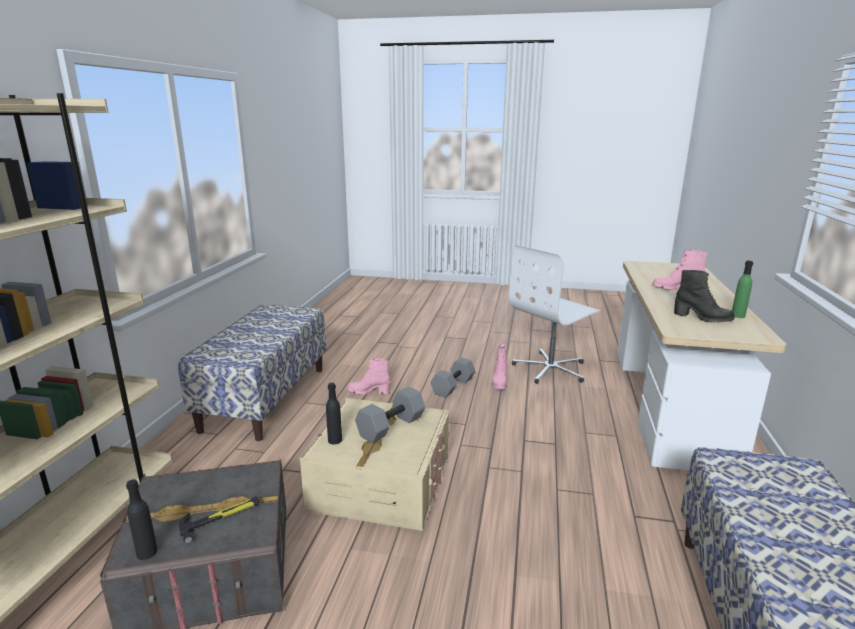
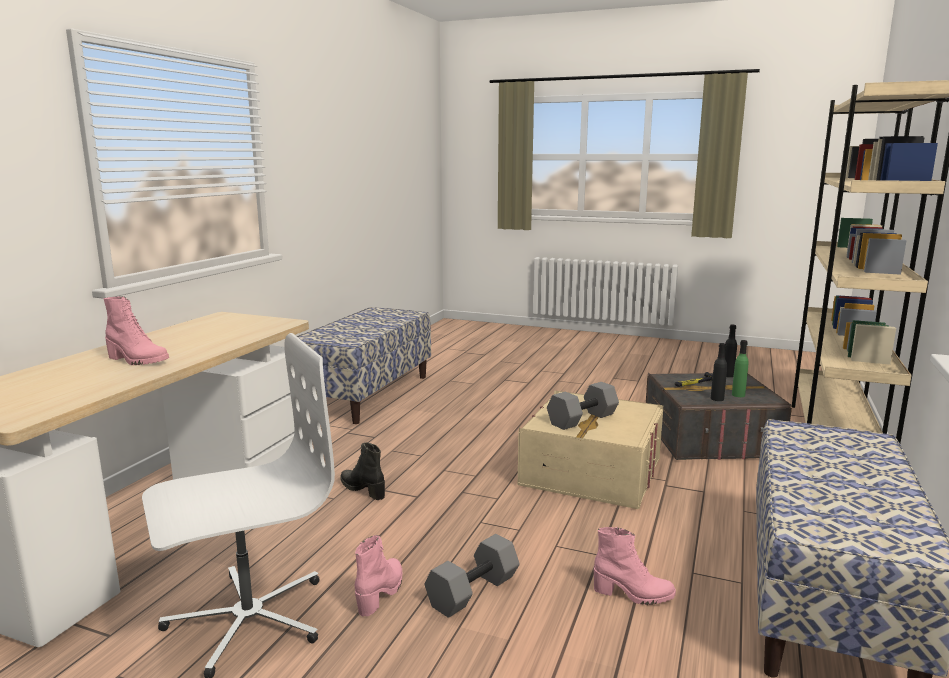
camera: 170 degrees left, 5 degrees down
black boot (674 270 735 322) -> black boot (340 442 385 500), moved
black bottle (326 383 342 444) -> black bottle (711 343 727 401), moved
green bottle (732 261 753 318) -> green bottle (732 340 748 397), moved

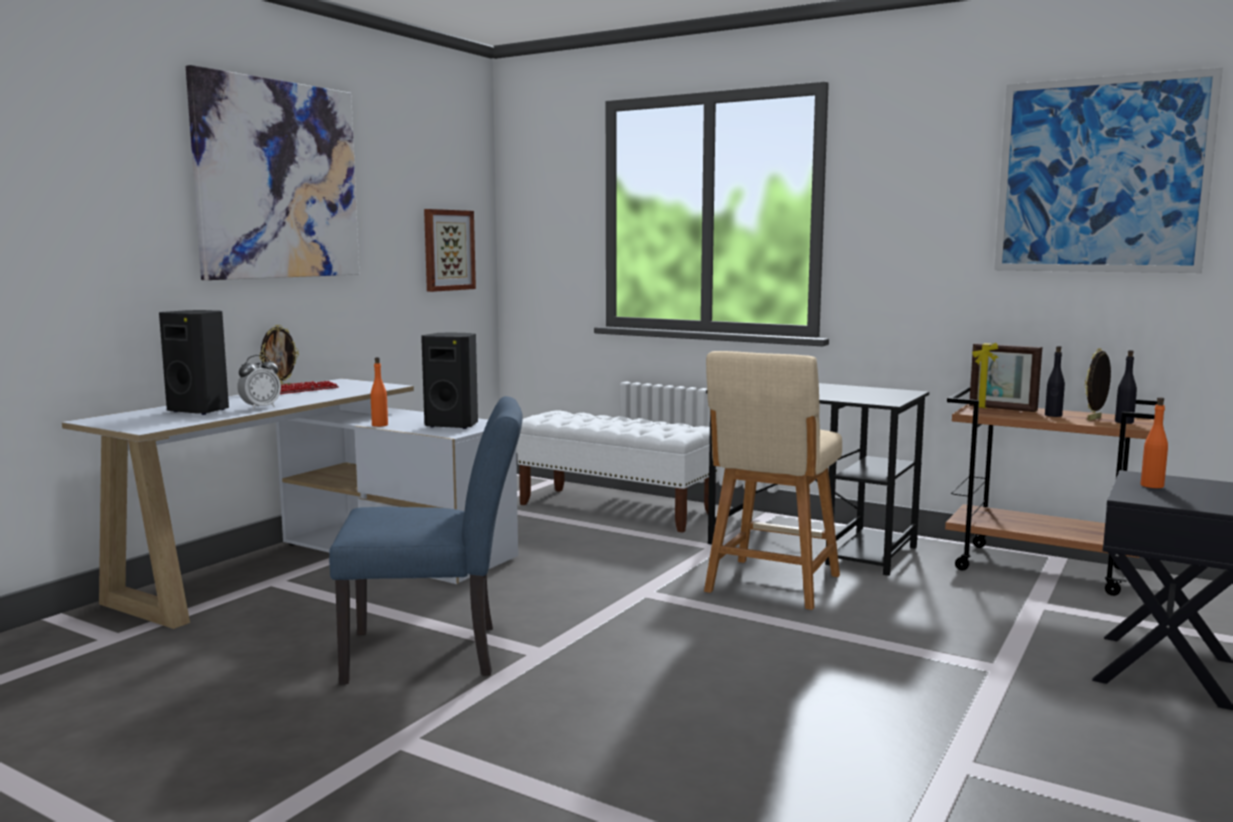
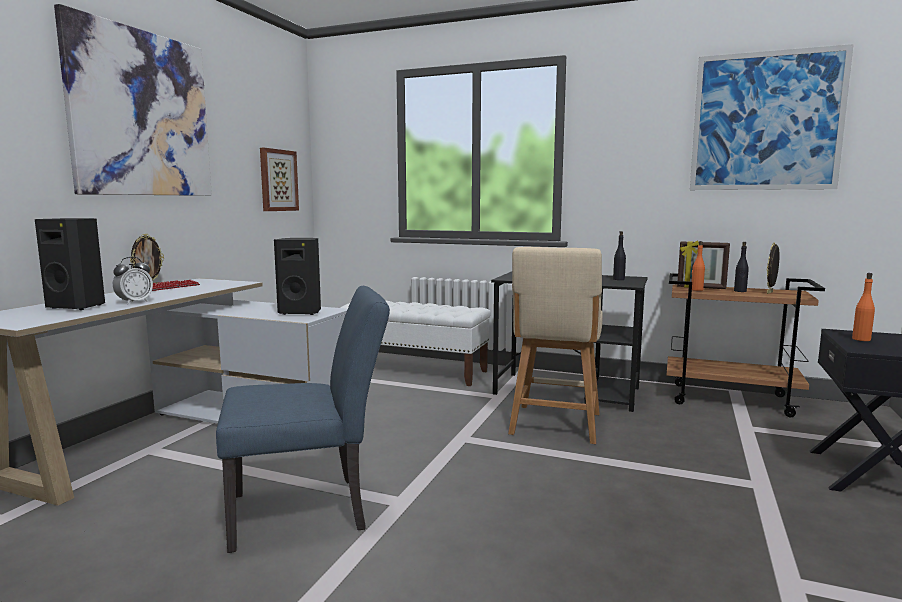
camera: 10 degrees left, 0 degrees up
black bottle (1115 350 1137 424) -> black bottle (613 231 626 280), moved
orange bottle (371 357 388 427) -> orange bottle (692 241 705 291), moved

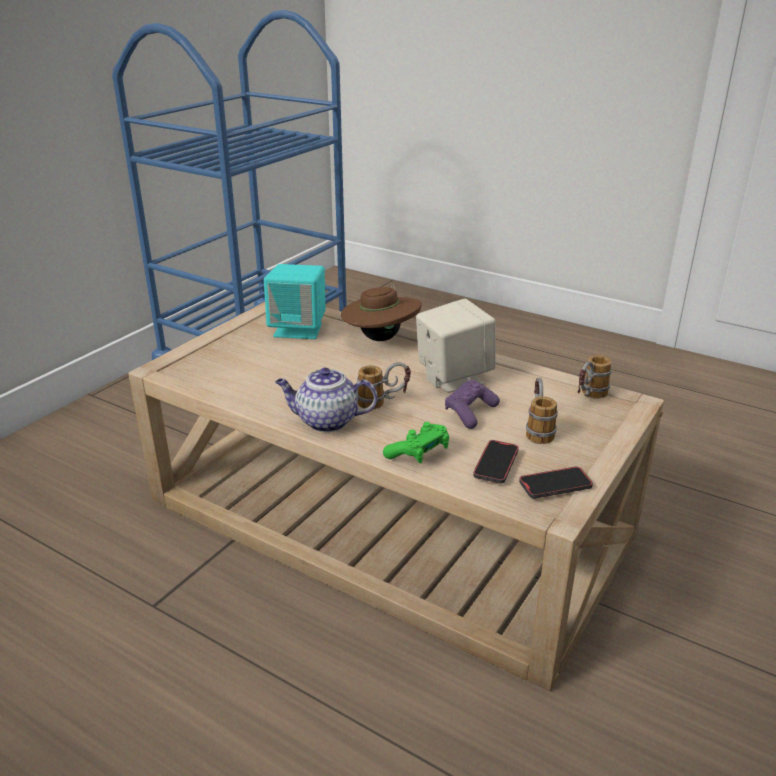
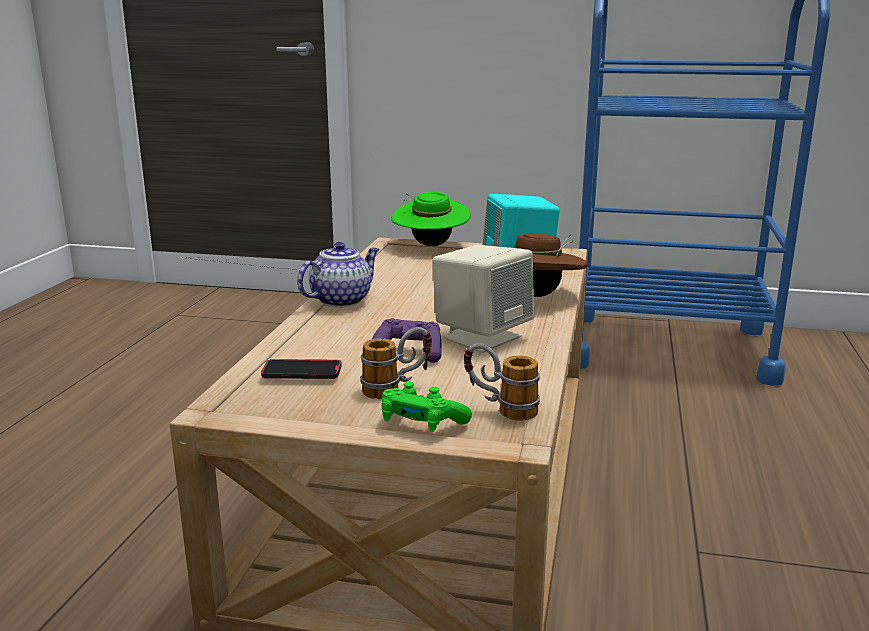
camera: 70 degrees right, 10 degrees down
teapot (275 368 378 432) -> teapot (297 242 379 307), 60 degrees clockwise
green game controller (383 422 449 463) -> green game controller (382 381 472 432), moved
none -> green hat (391 192 471 246)
mug (357 362 411 410) -> none
phone (519 467 593 499) -> none

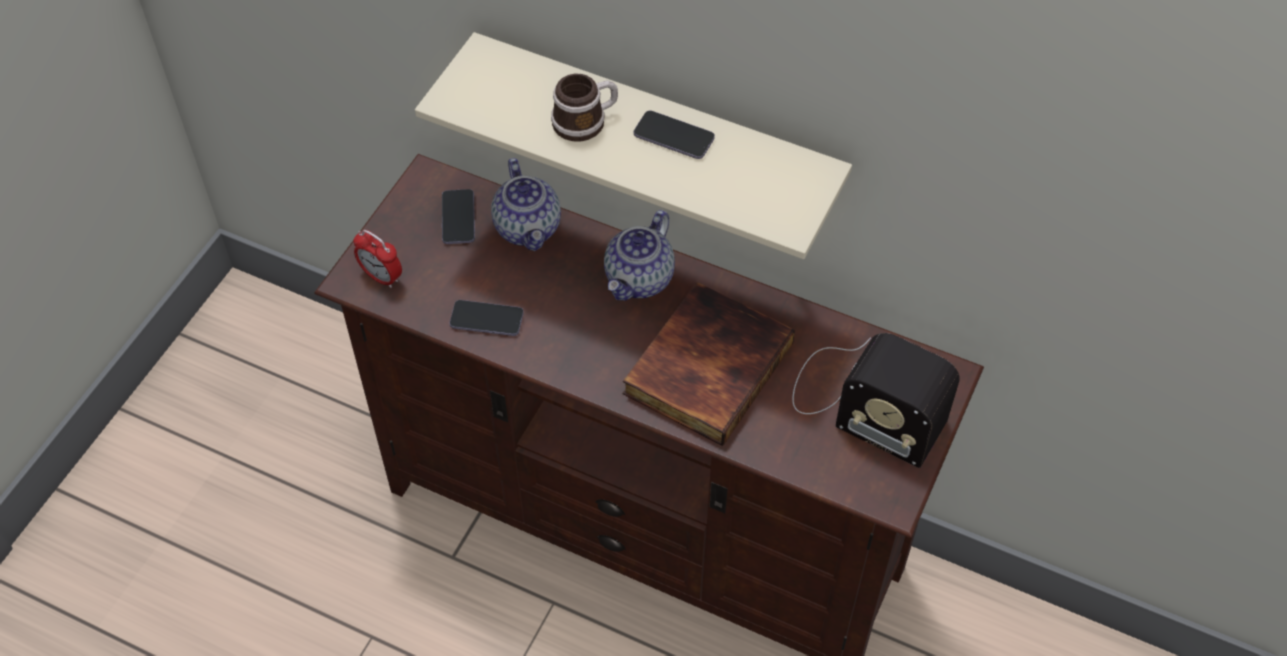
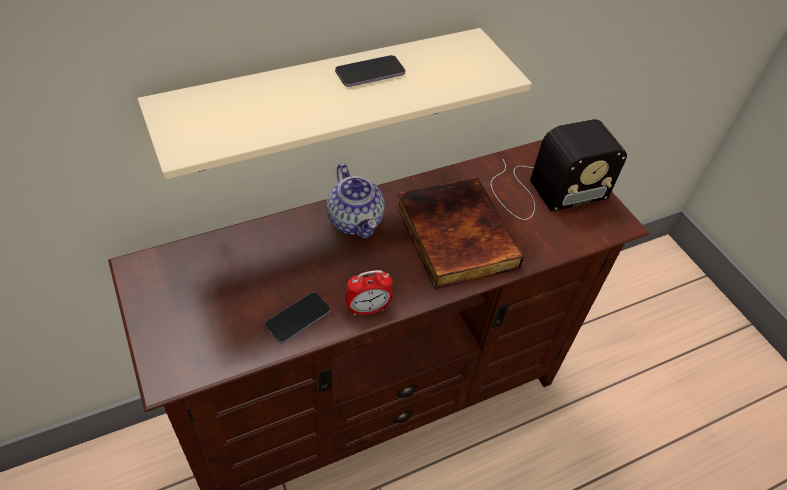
camera: 55 degrees left, 5 degrees down
alarm clock (353 230 402 288) -> alarm clock (345 270 393 316), moved
phone (442 189 475 244) -> none
teapot (491 158 561 251) -> none
mug (551 74 618 141) -> none

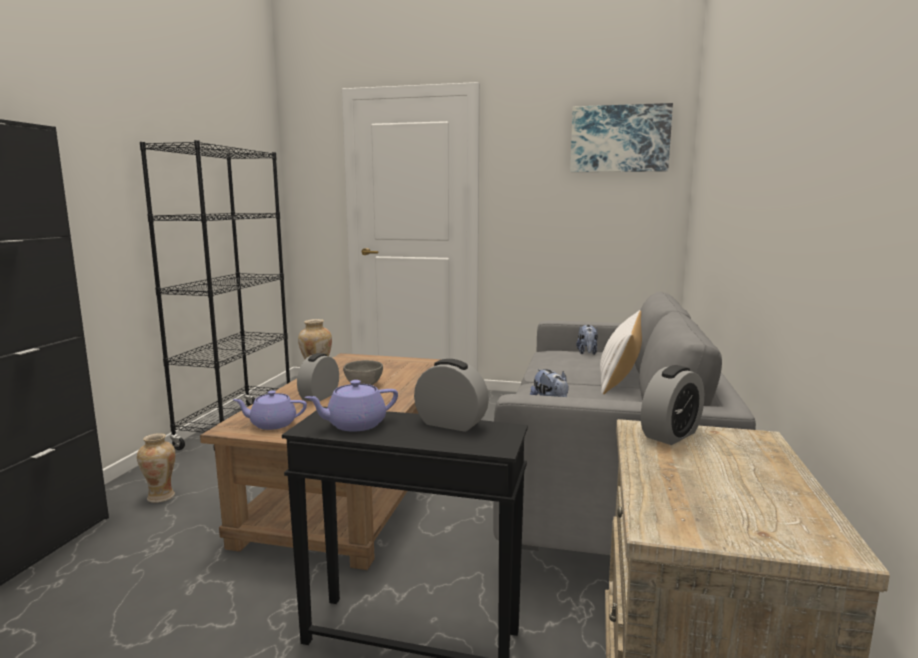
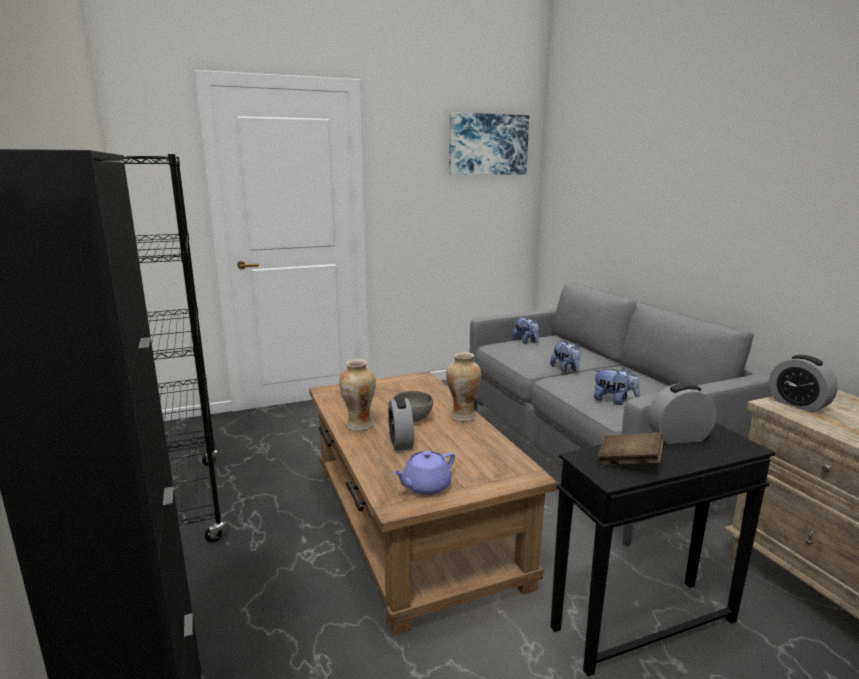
camera: 35 degrees left, 5 degrees up
vase (137 433 176 503) -> vase (446 352 481 422), moved
none -> plush toy (550 341 581 373)
purple teapot (305 380 398 432) -> brown book (598 432 663 465)
alarm clock (641 365 704 445) -> alarm clock (769 355 838 413), 135 degrees clockwise
white pillow (600 310 642 394) -> none

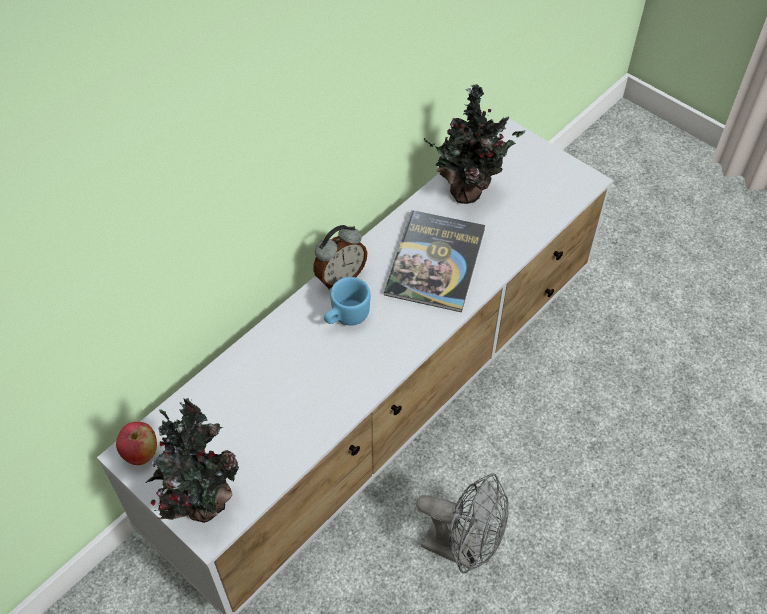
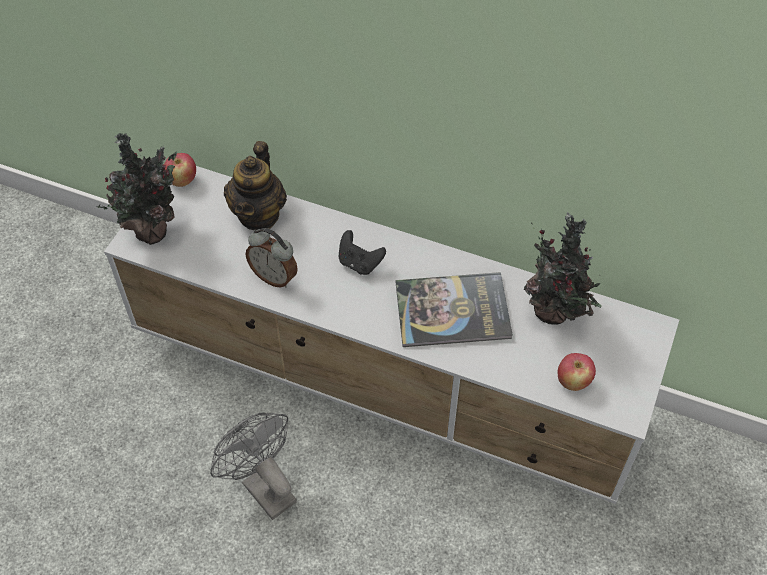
camera: 70 degrees right, 0 degrees up
grey fan (416 473 508 574) -> grey fan (210 412 297 520), 135 degrees clockwise
none -> teapot (224 141 287 230)
alarm clock (313 225 367 290) -> alarm clock (246 228 298 288), moved
blue mug (324 277 370 326) -> black game controller (339 230 386 275)
none -> apple (558 353 596 391)

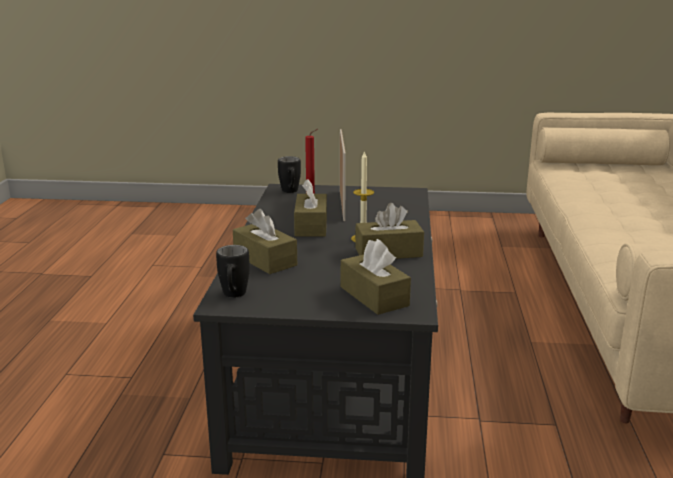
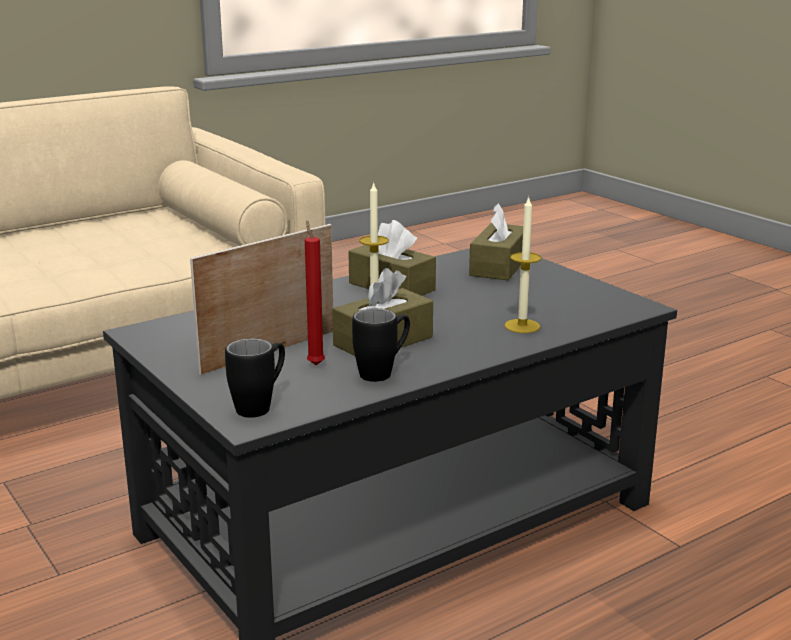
camera: 130 degrees left, 0 degrees up
black mug (216 245 250 298) -> black mug (352 308 410 382), moved
brown tissue box (233 209 297 274) -> candle (504 196 541 333)

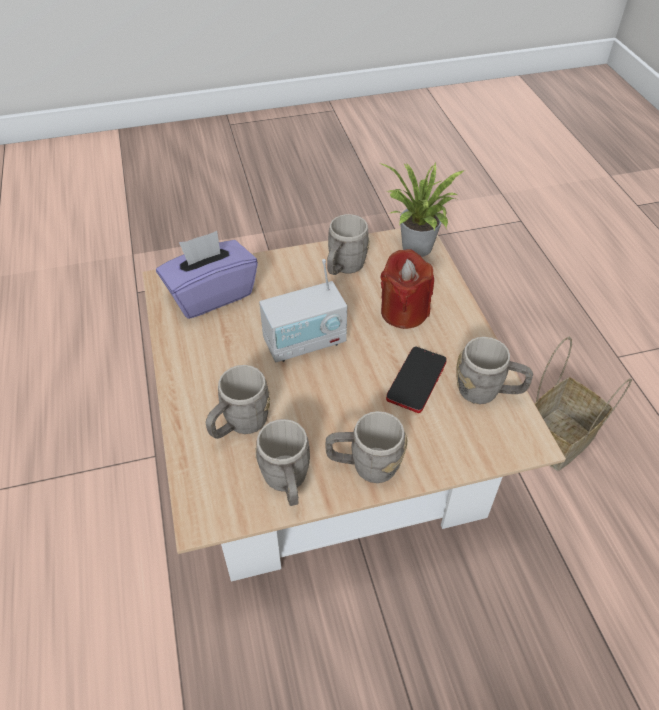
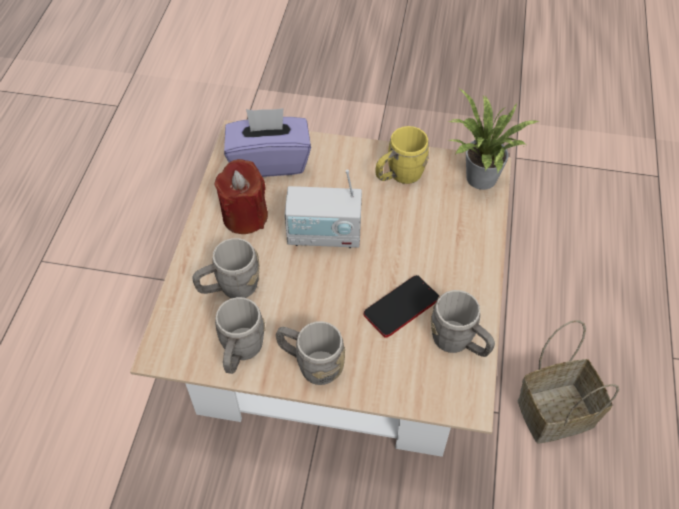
camera: 25 degrees right, 5 degrees up
red candle (381 249 434 329) -> red candle (215 159 268 234), moved
grey mug (327 214 370 275) -> yellow mug (376 126 429 184)

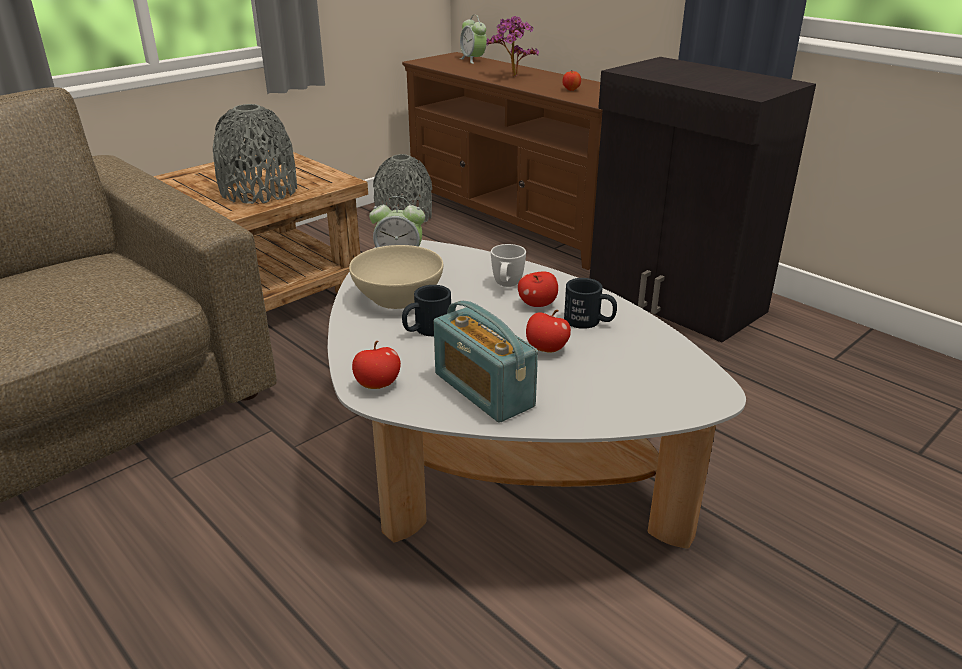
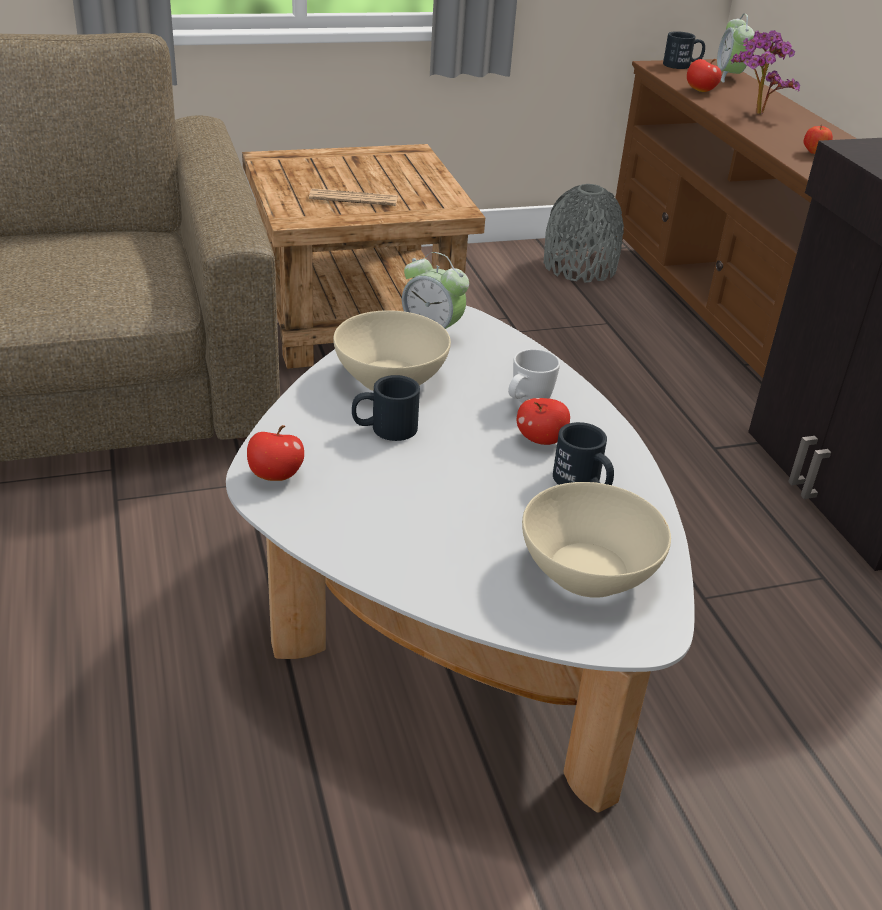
camera: 25 degrees right, 5 degrees up
grey vase (213 104 297 204) -> newspaper (309 188 398 206)
none -> beige bowl (522 482 671 598)
none -> black mug (663 31 705 69)
apple (526 310 571 353) -> apple (687 59 722 92), moved
radio (434 301 538 423) -> none

